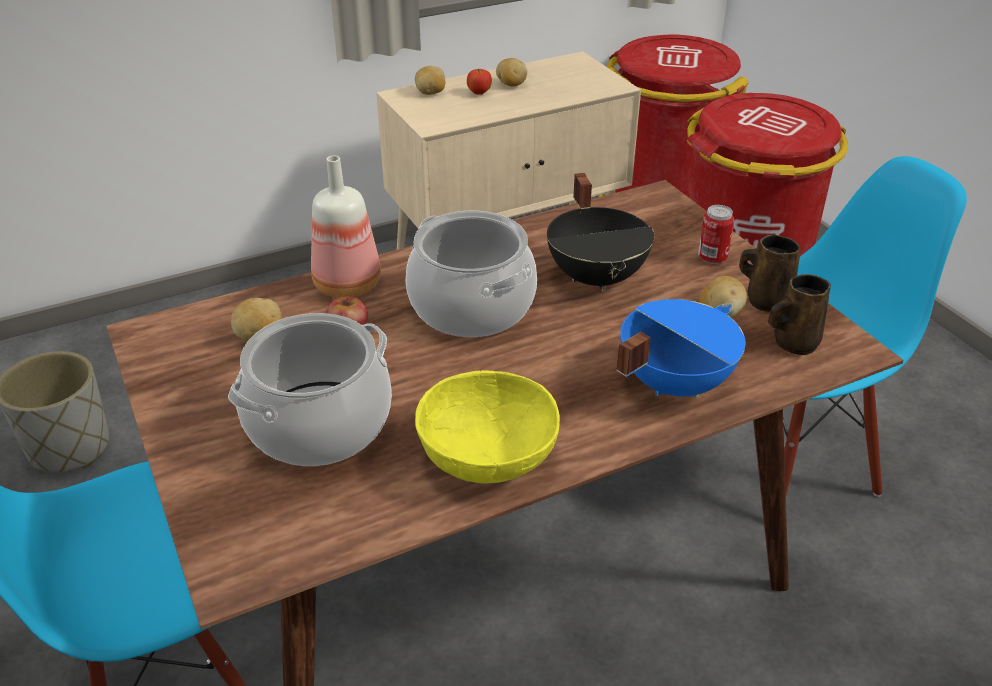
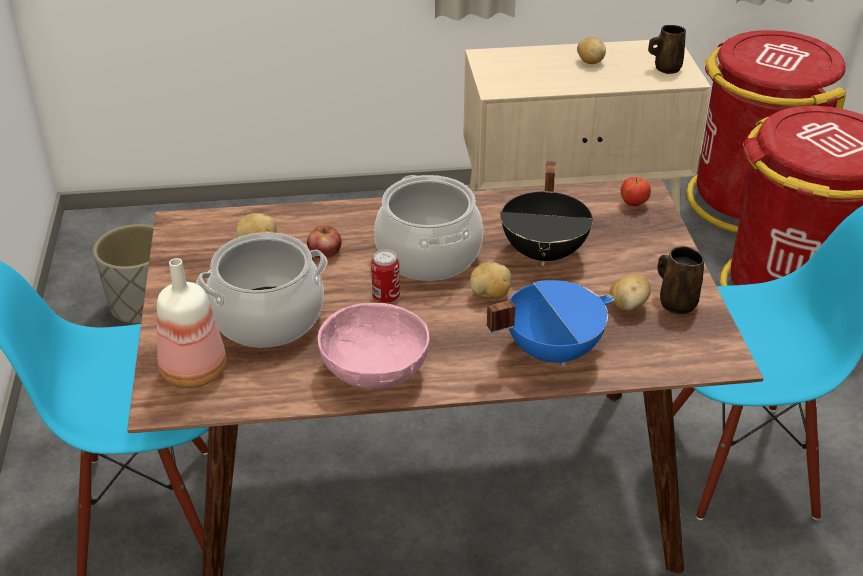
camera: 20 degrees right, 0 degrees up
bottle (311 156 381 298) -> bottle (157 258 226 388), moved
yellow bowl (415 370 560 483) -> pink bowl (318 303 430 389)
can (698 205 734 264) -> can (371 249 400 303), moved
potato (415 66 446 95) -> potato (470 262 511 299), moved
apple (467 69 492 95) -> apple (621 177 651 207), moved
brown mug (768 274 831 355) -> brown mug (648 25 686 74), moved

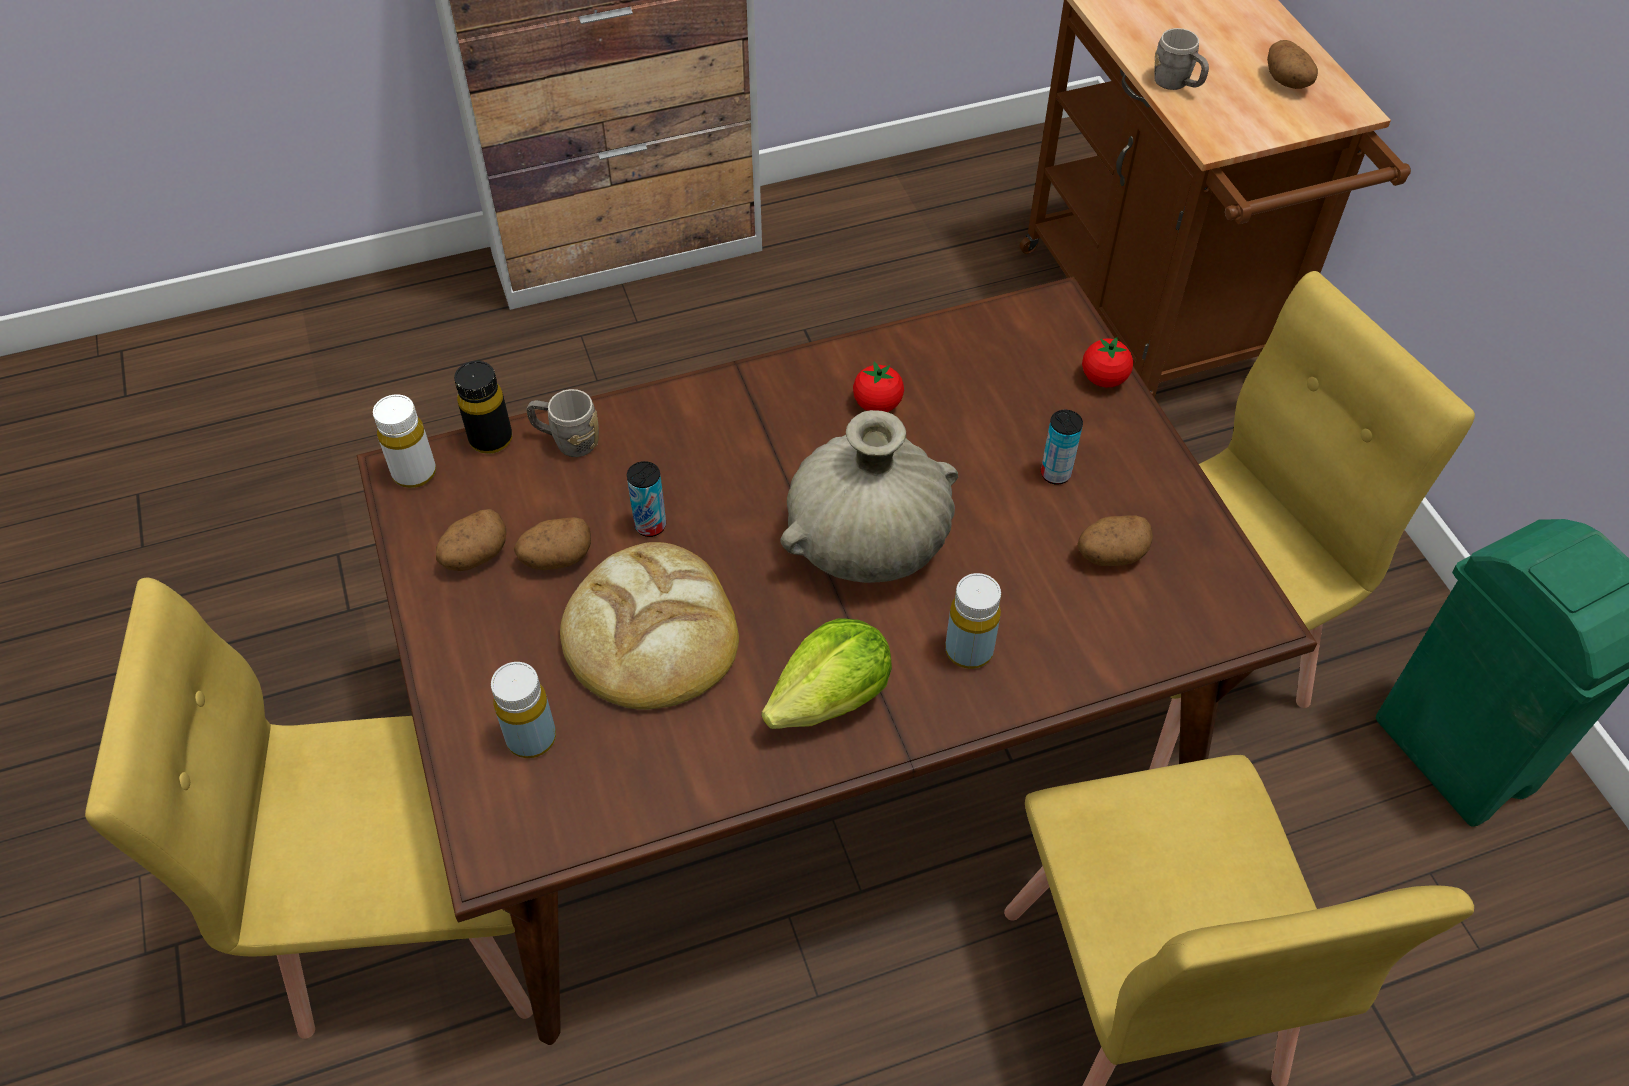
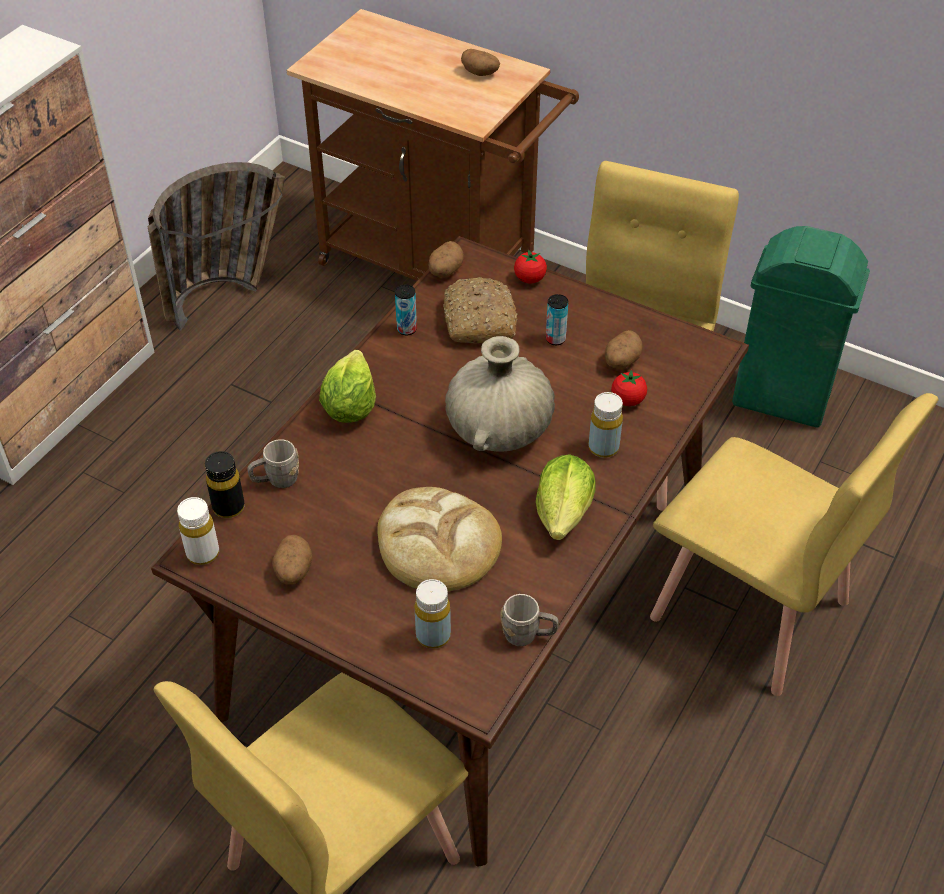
camera: 40 degrees left, 5 degrees down
none -> basket (147 162 285 330)
none -> lettuce (319 350 376 423)
can (627 461 666 537) -> can (395 285 417 335), moved
potato (514 517 591 570) -> potato (429 241 464 278), moved
none -> bread (443 277 518 343)
grey mug (1154 28 1209 90) -> grey mug (500 594 559 646), moved
tomato (853 361 904 412) -> tomato (611 369 647 406), moved

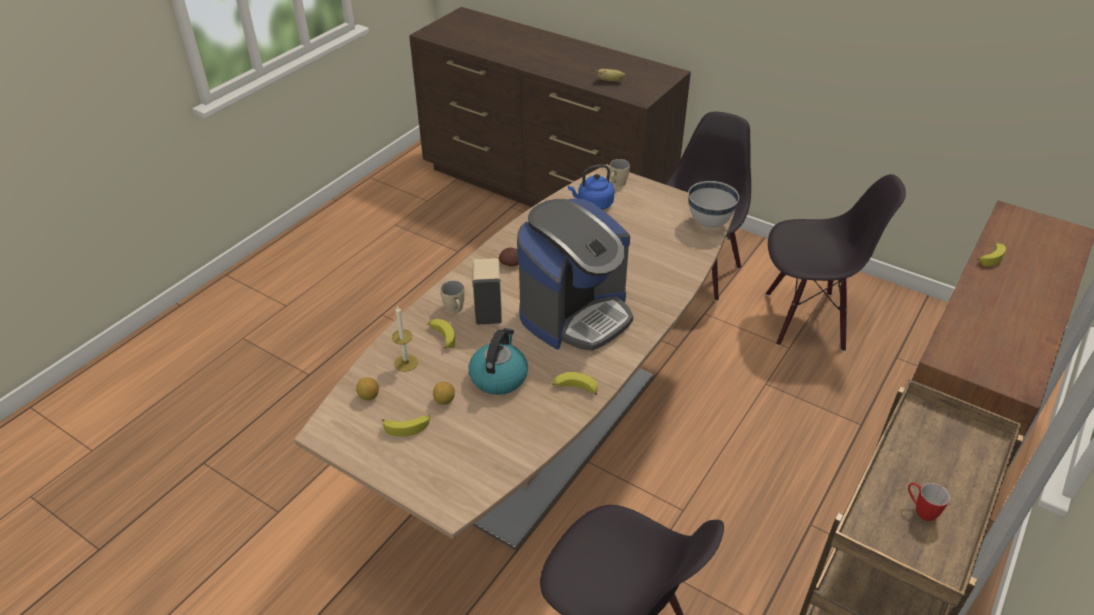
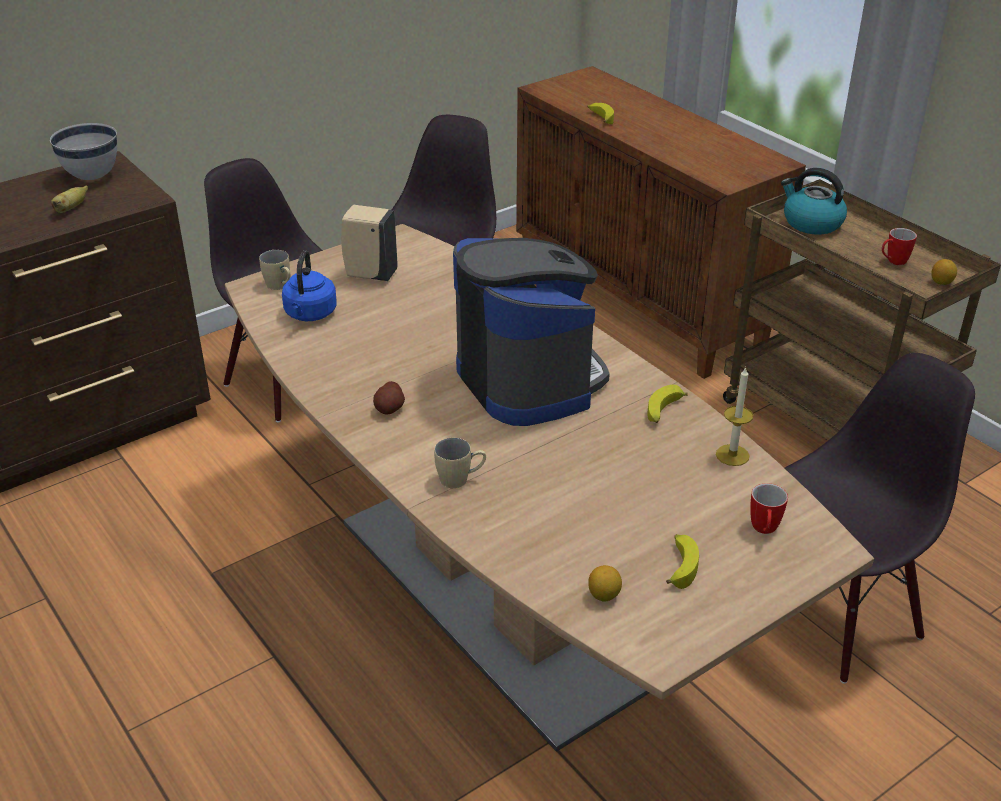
camera: 70 degrees left, 5 degrees down
white bowl (688 181 739 228) -> white bowl (50 123 117 180), moved
beige soap dispenser (472 258 502 324) -> beige soap dispenser (341 205 398 281), moved
candle (392 305 418 372) -> candle (716 367 753 466), moved
none -> mug (750 483 788 534)
kettle (469 328 528 395) -> kettle (781 168 847 234), moved
lemon (433 382 455 405) -> lemon (931 259 957 285), moved
banana (428 319 455 349) -> none

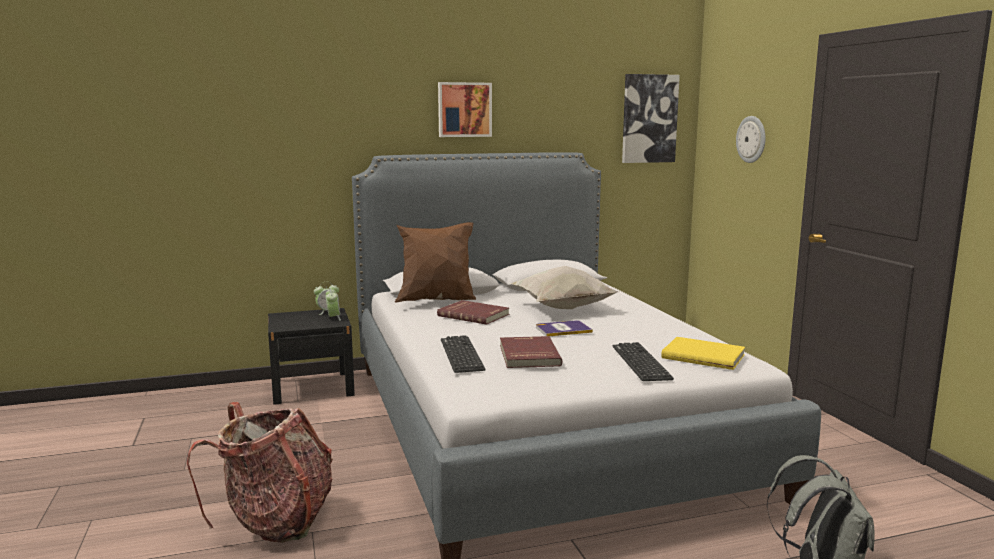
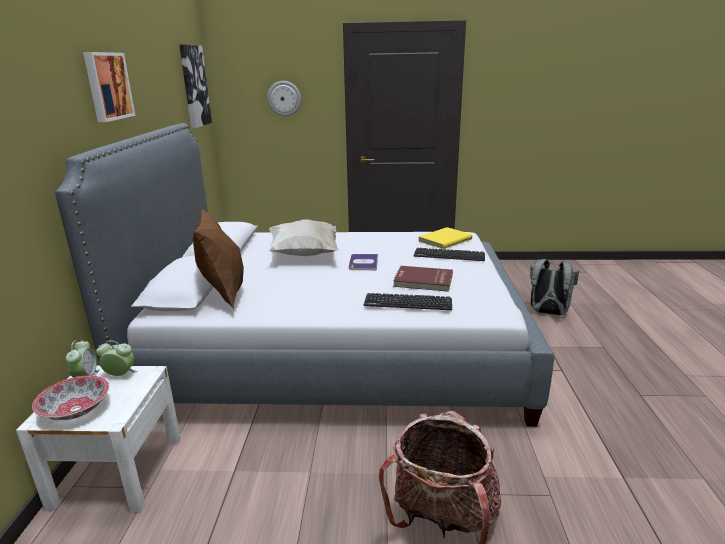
camera: 70 degrees left, 10 degrees up
black nightstand (268 308 355 405) -> white nightstand (16 366 181 513)
none -> bowl (32 375 109 420)
red book (437 300 509 325) -> none

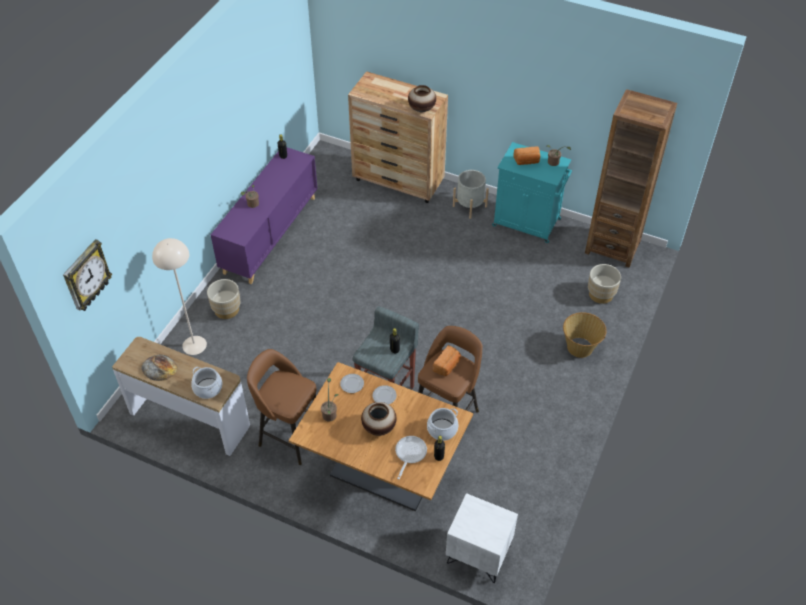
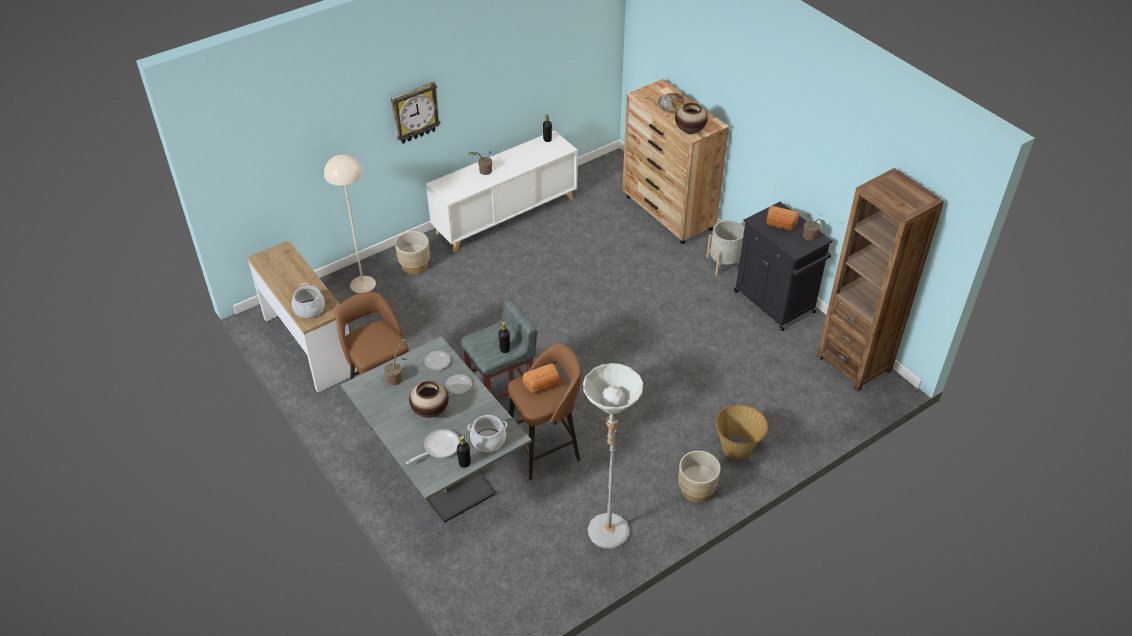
camera: 30 degrees right, 5 degrees down
brown dining table (289 362 473 511) -> grey dining table (341 336 532 523)
wall clock (63 239 112 311) -> wall clock (391 82 441 144), moved
purple cabinet (211 147 318 284) -> white cabinet (426 130 578 252)
none -> grey floor lamp (583 363 643 549)
bread (141 355 178 381) -> bread (658 93 688 114), moved
beige planter (588 264 621 304) -> beige planter (678 451 721 503), moved
turquoise cabinet (492 142 572 243) -> black cabinet (734 202 832 331)
white nightstand (446 493 518 583) -> none

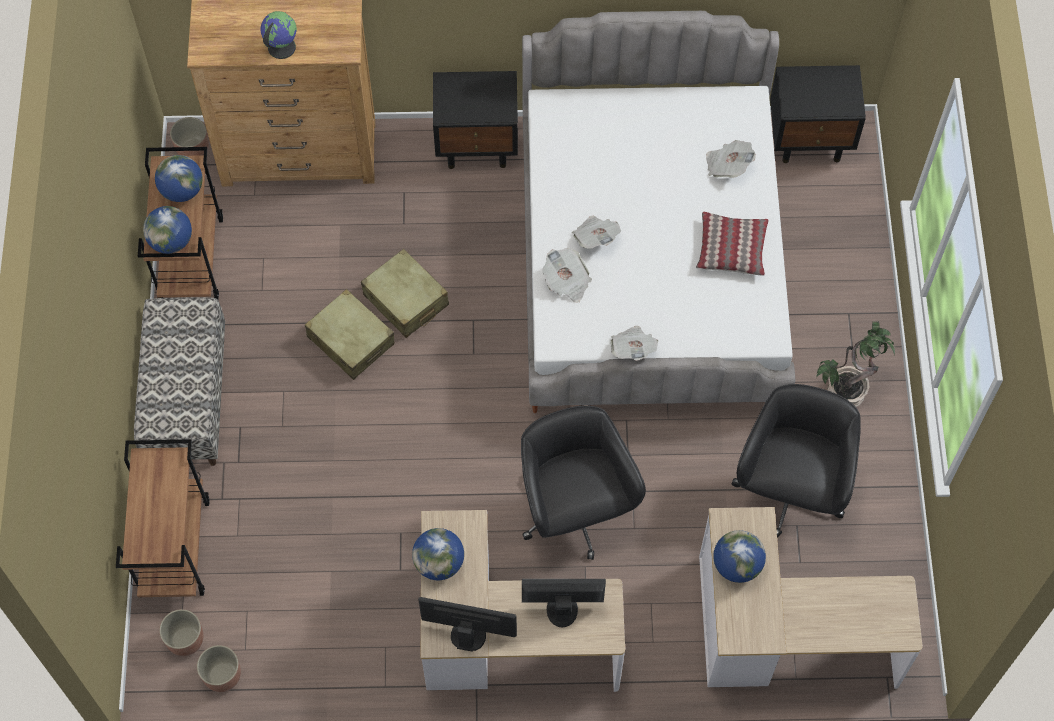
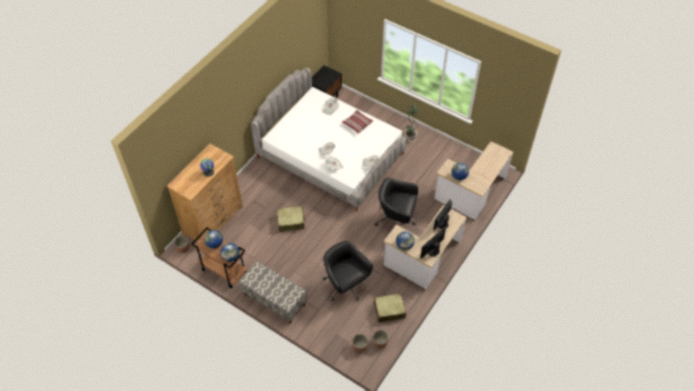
camera: 55 degrees left, 10 degrees down
black office chair (732 384 861 538) -> black office chair (323 241 373 301), moved
beige suitcase (305 289 395 380) -> beige suitcase (373 293 406 323), moved
brown cart (116 439 210 598) -> none
black nightstand (433 71 518 169) -> none

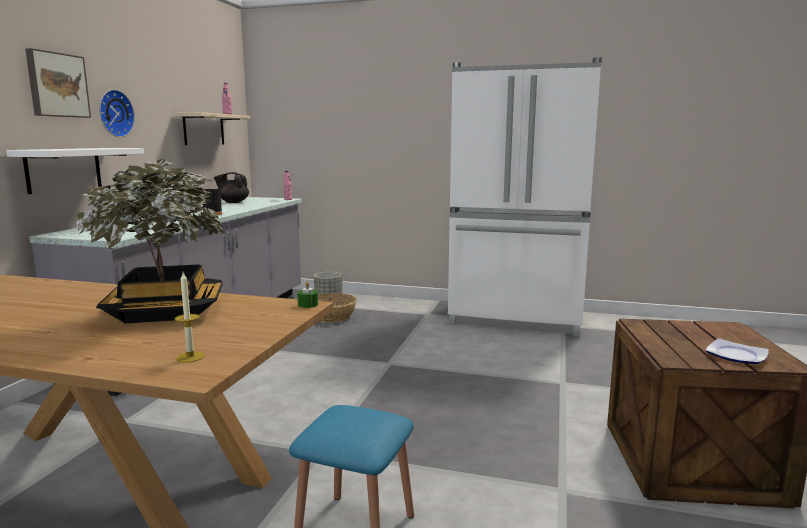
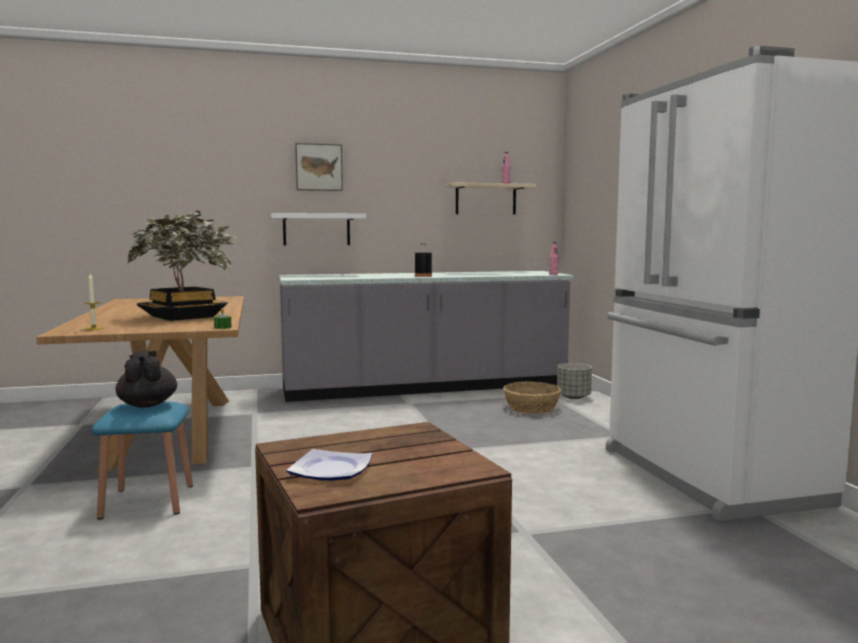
camera: 60 degrees right, 5 degrees down
black teapot (214 172 249 203) -> black teapot (116 350 177 408), moved
wall clock (99 90 135 137) -> none

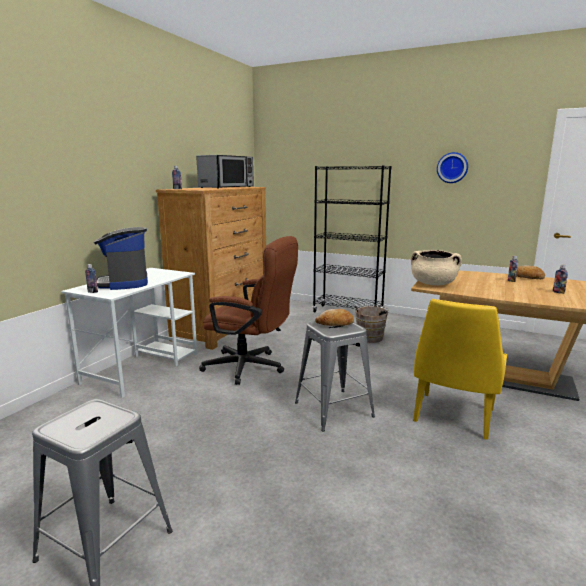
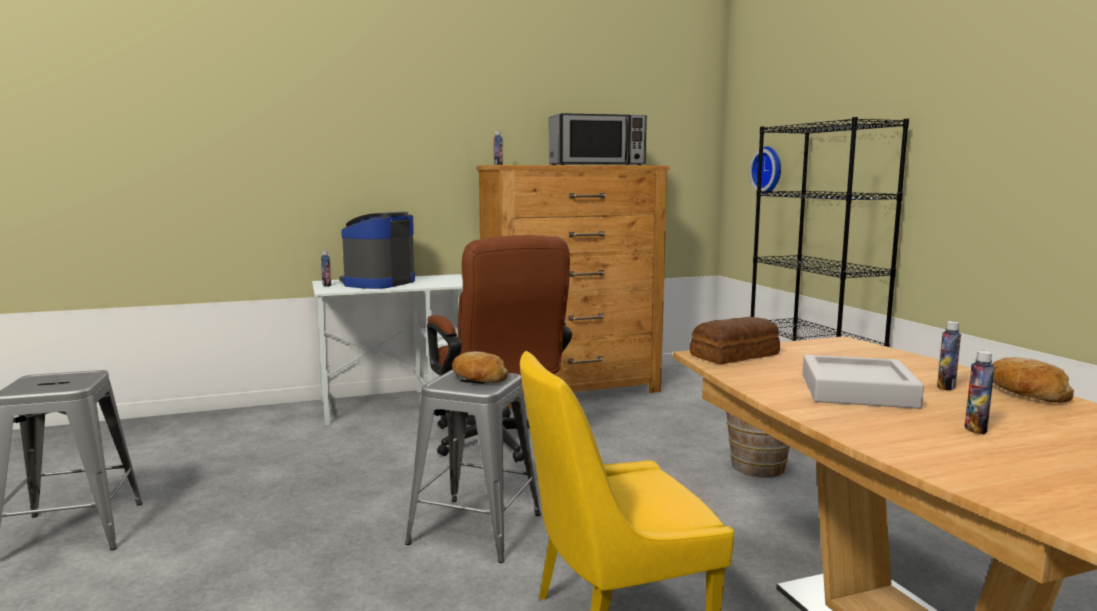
camera: 45 degrees right, 5 degrees down
beige cooking pot (411 250 462 285) -> bread (690 317 780 364)
wall clock (437 152 468 183) -> wall clock (749 146 781 194), moved
none -> grey tray (803 355 924 409)

